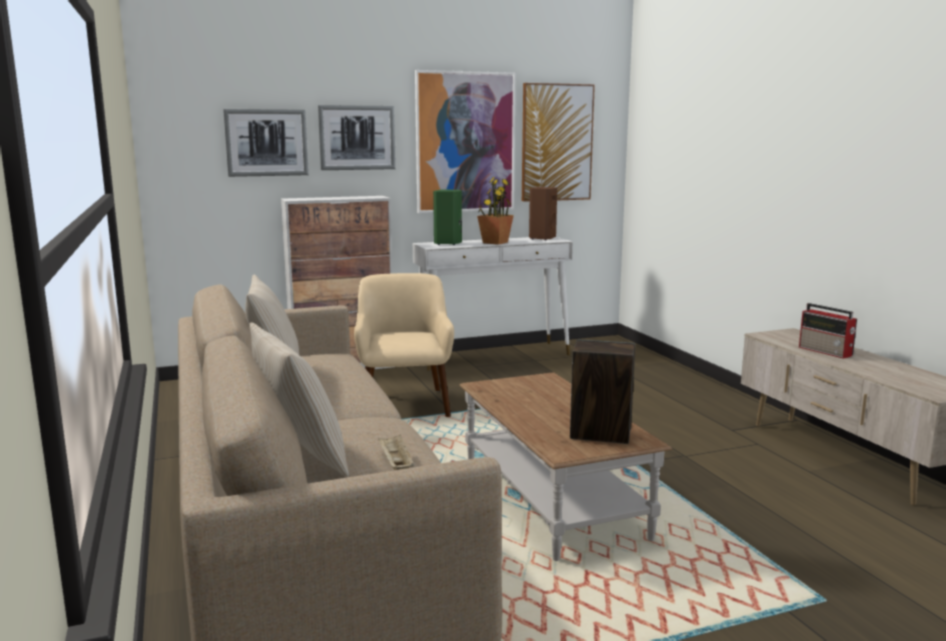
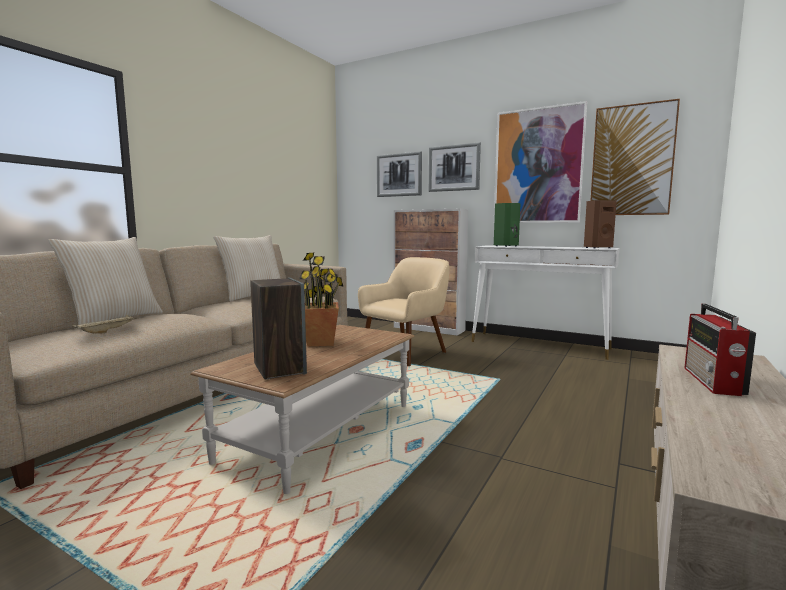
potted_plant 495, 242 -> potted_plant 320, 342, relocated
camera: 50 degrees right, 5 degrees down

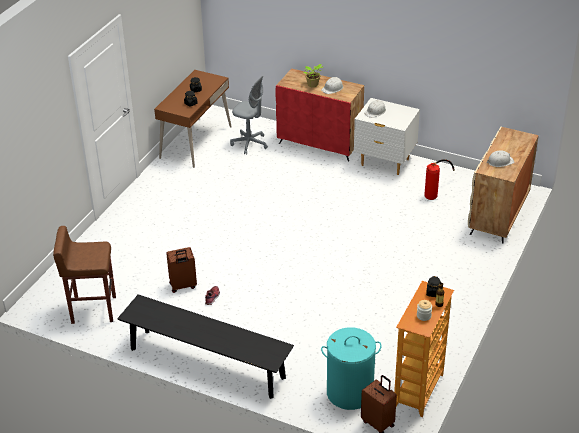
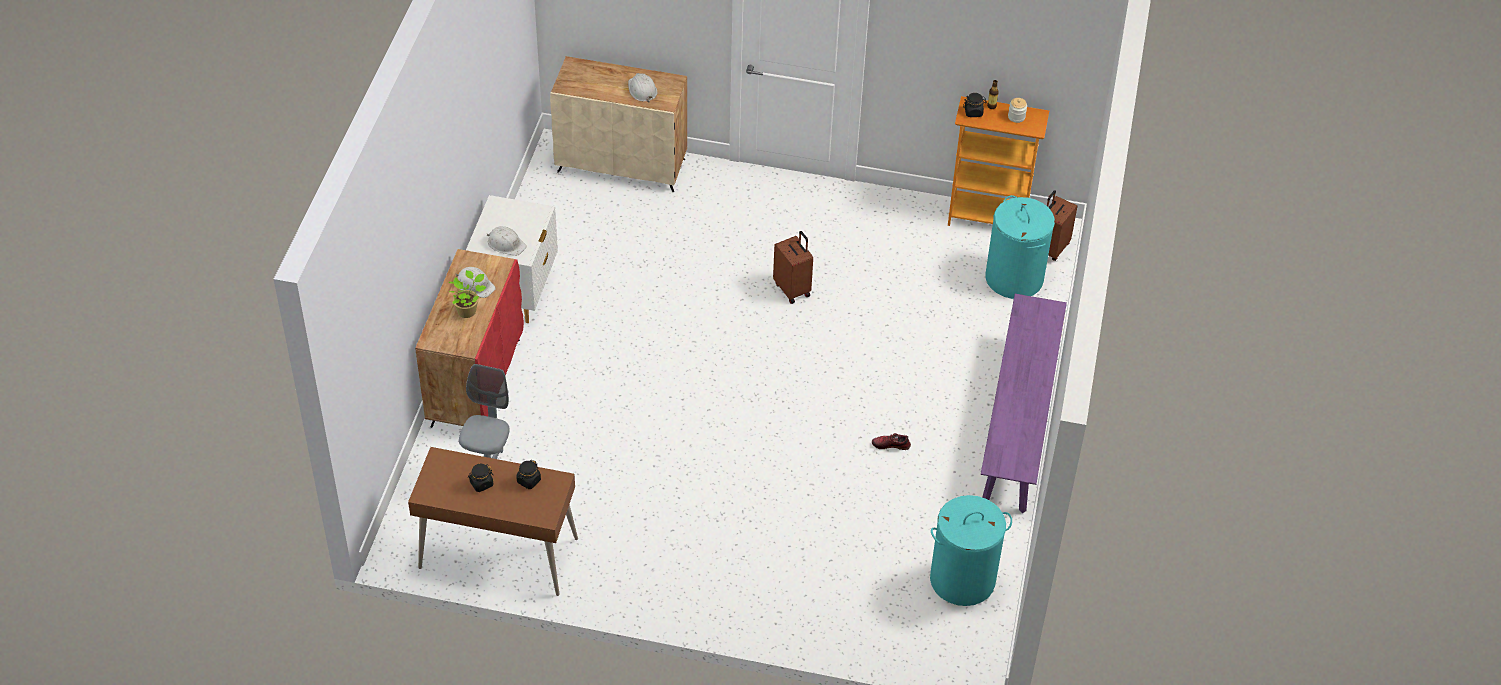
brown_stool 93, 309 -> turquoise_laundry_basket 962, 580
black_bench 207, 363 -> purple_bench 1018, 424
brown_suitcase 183, 286 -> brown_suitcase 793, 289, relocated
fire_extinguisher 435, 193 -> none
camera: 105 degrees left, 10 degrees up

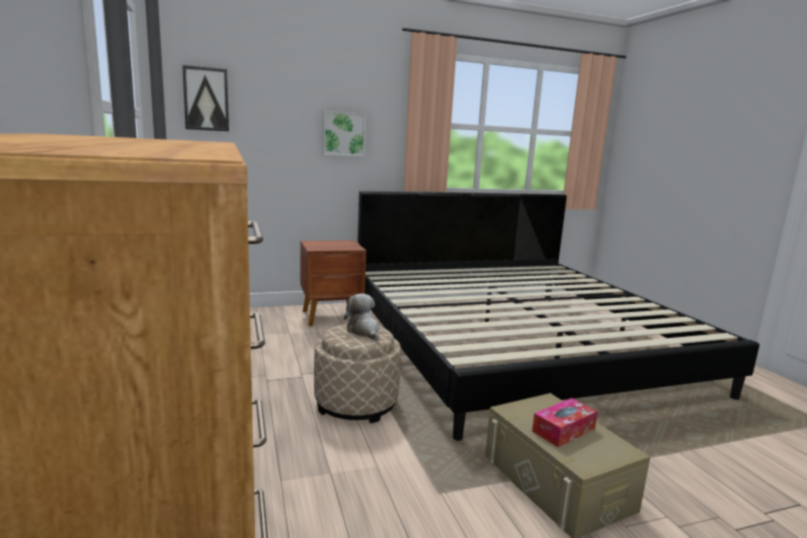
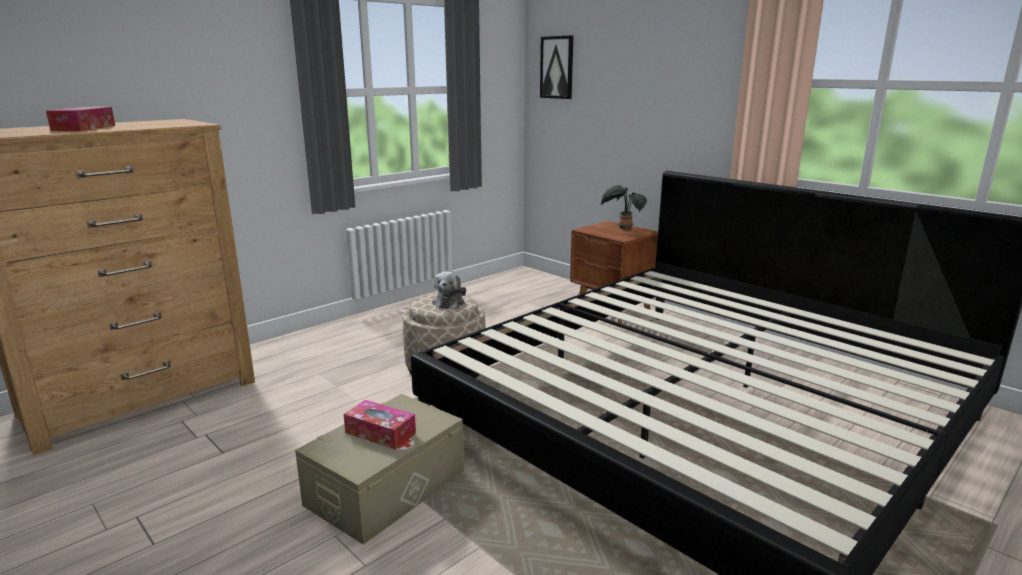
picture 343, 134 -> none
plush_toy 364, 331 -> plush_toy 449, 302, 150 degrees clockwise
none -> tissue_box 84, 128
none -> potted_plant 623, 228
camera: 65 degrees right, 5 degrees up

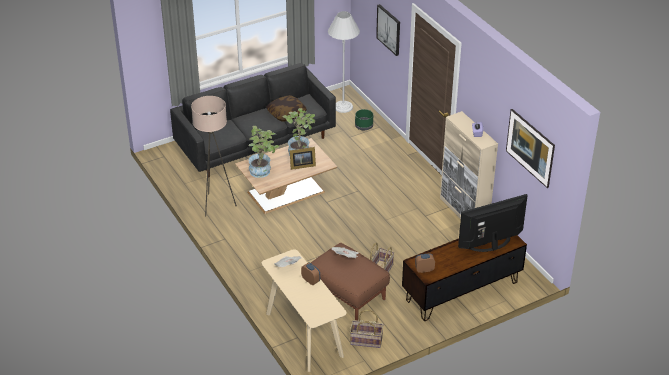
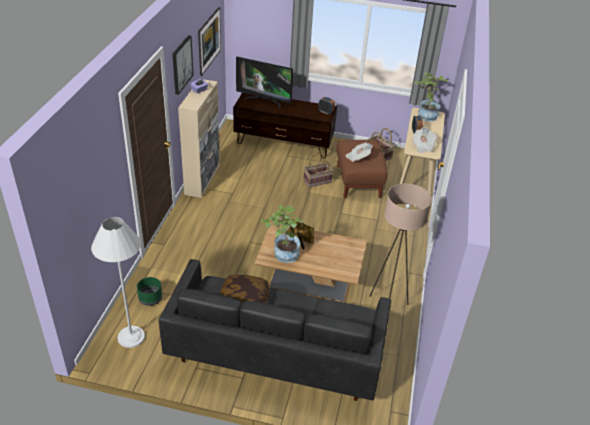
potted_plant 263, 171 -> potted_plant 425, 115, relocated
picture 389, 29 -> picture 181, 64, relocated
camera: 140 degrees left, 0 degrees up

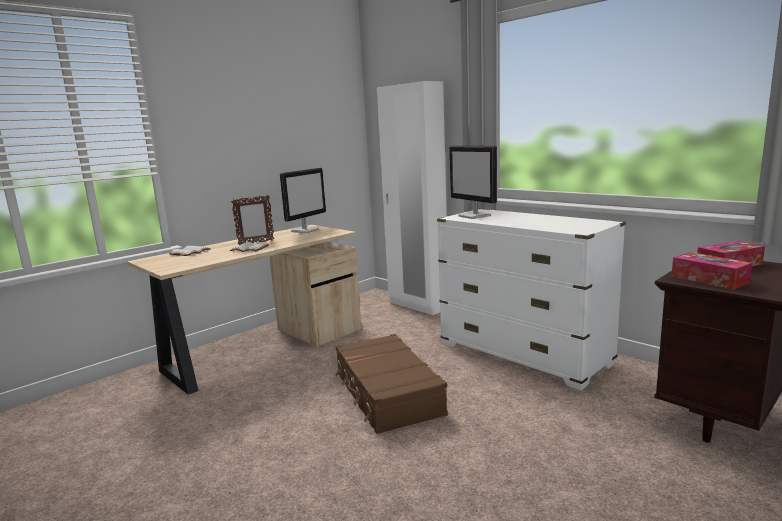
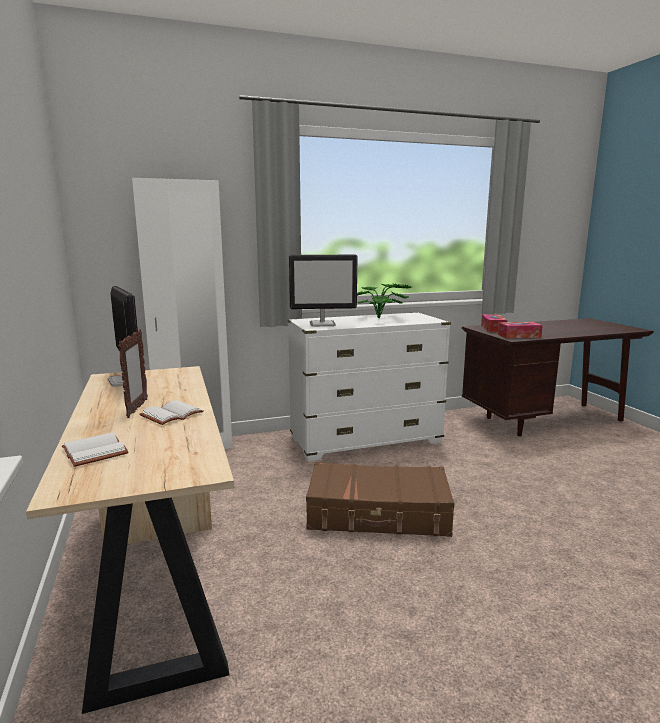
none -> potted_plant 382, 318
camera: 65 degrees left, 0 degrees up

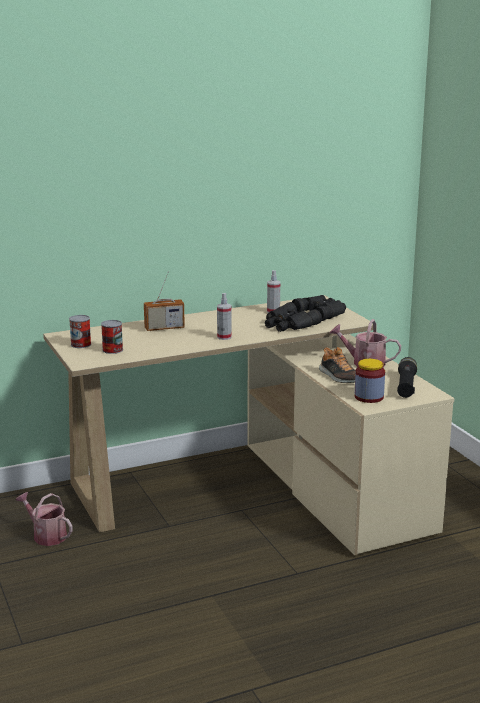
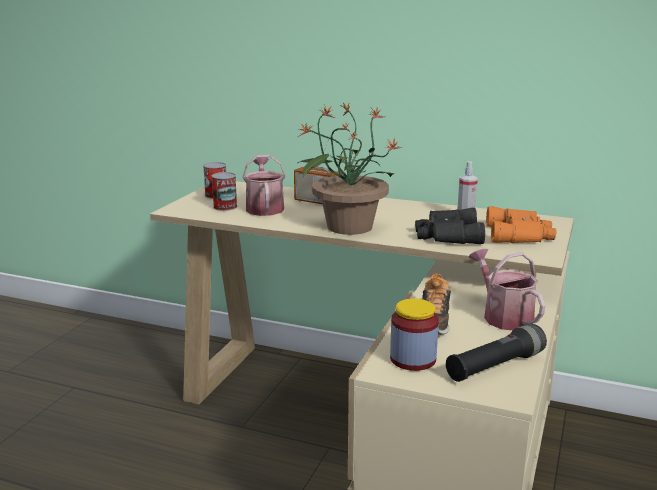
watering_can 46, 535 -> watering_can 264, 207, relocated
spray_bottle 224, 337 -> potted_plant 348, 226
black_binoculars 322, 313 -> orange_binoculars 520, 235
camera: 45 degrees right, 0 degrees up

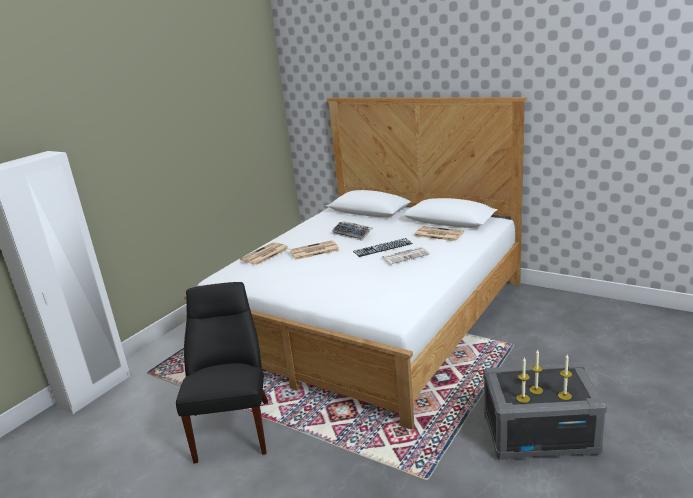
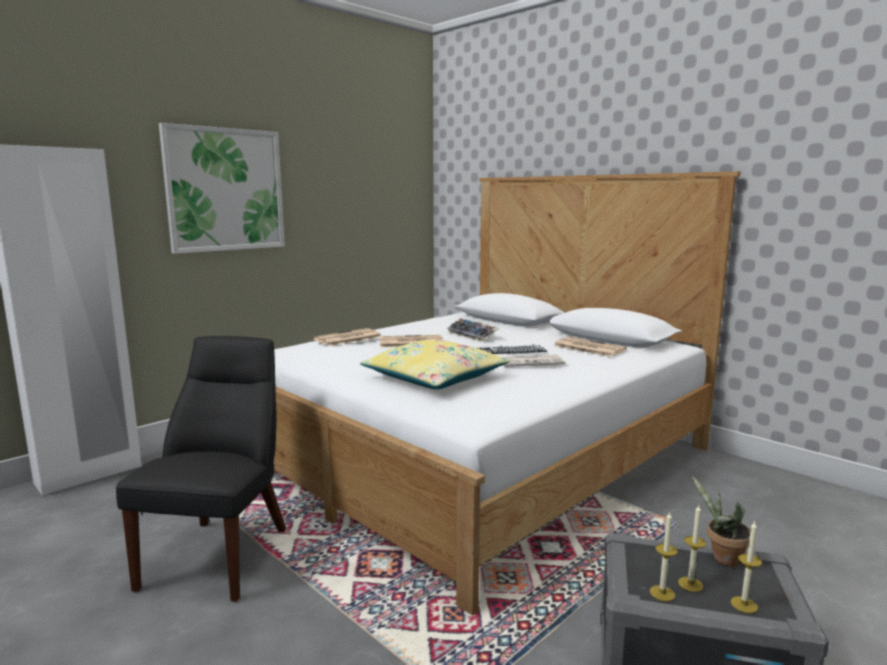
none -> picture 225, 190
none -> yellow_pillow 434, 378
none -> potted_plant 721, 558
camera: 10 degrees right, 10 degrees down

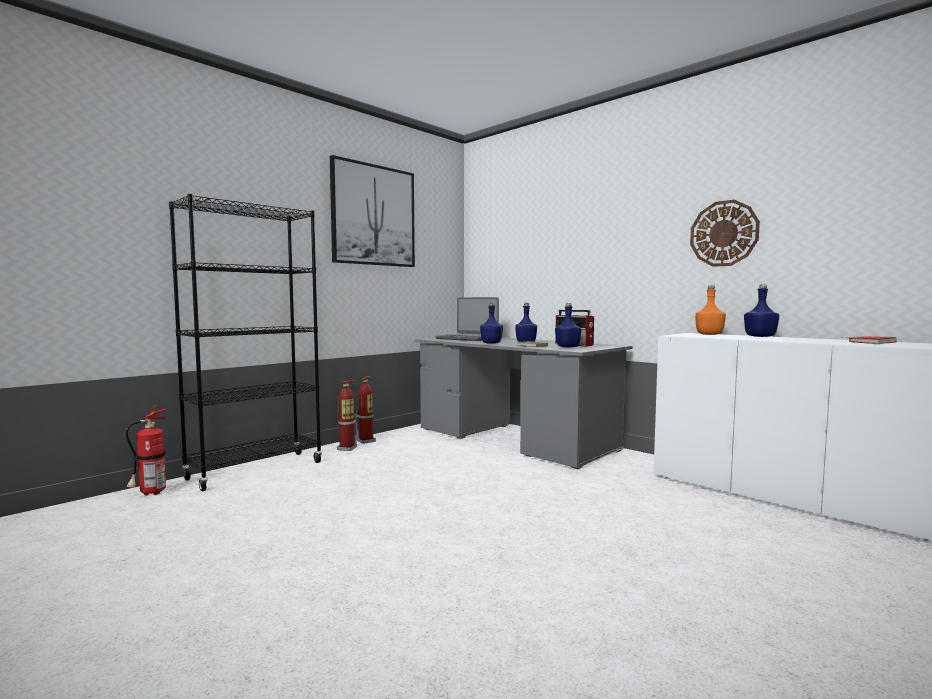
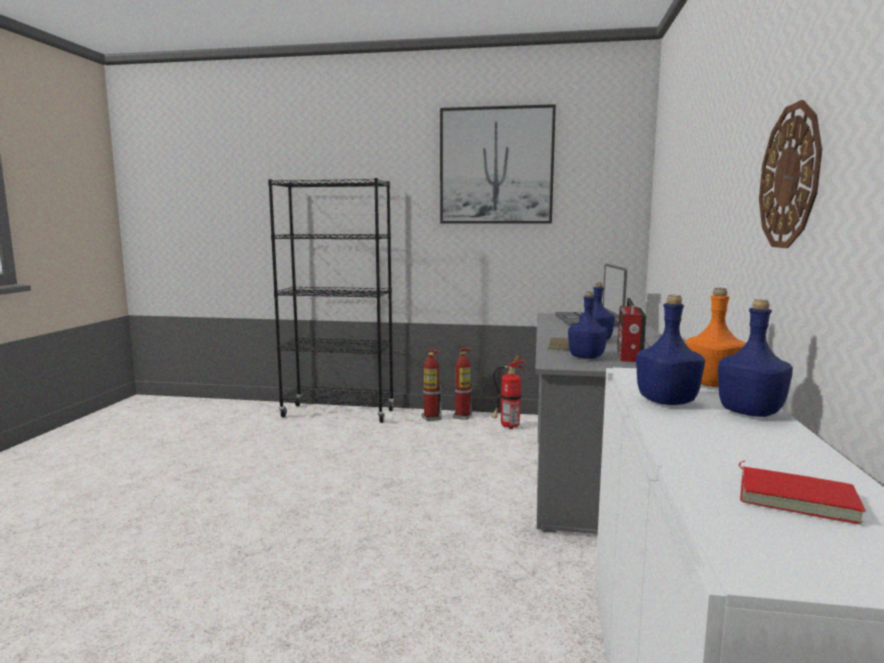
fire_extinguisher 150, 494 -> fire_extinguisher 507, 427, relocated
blue_bottle 491, 343 -> blue_bottle 665, 401, relocated
camera: 55 degrees right, 5 degrees up

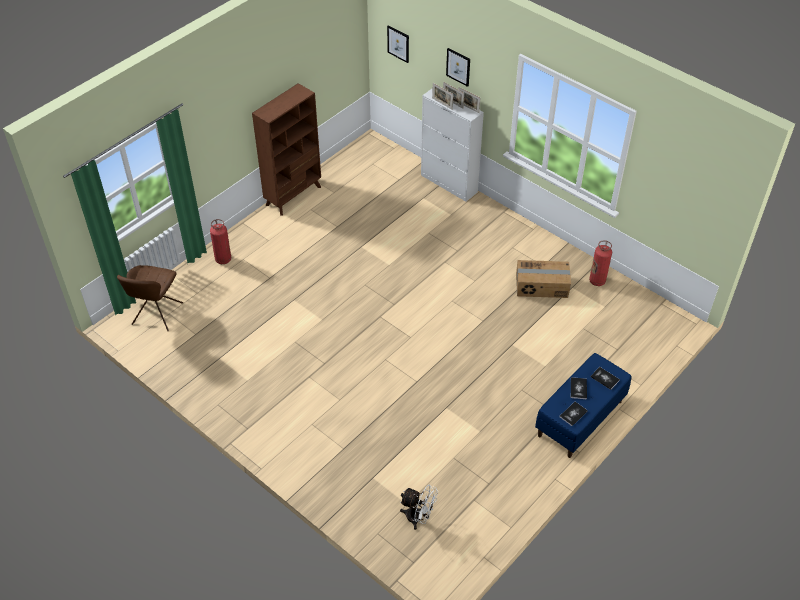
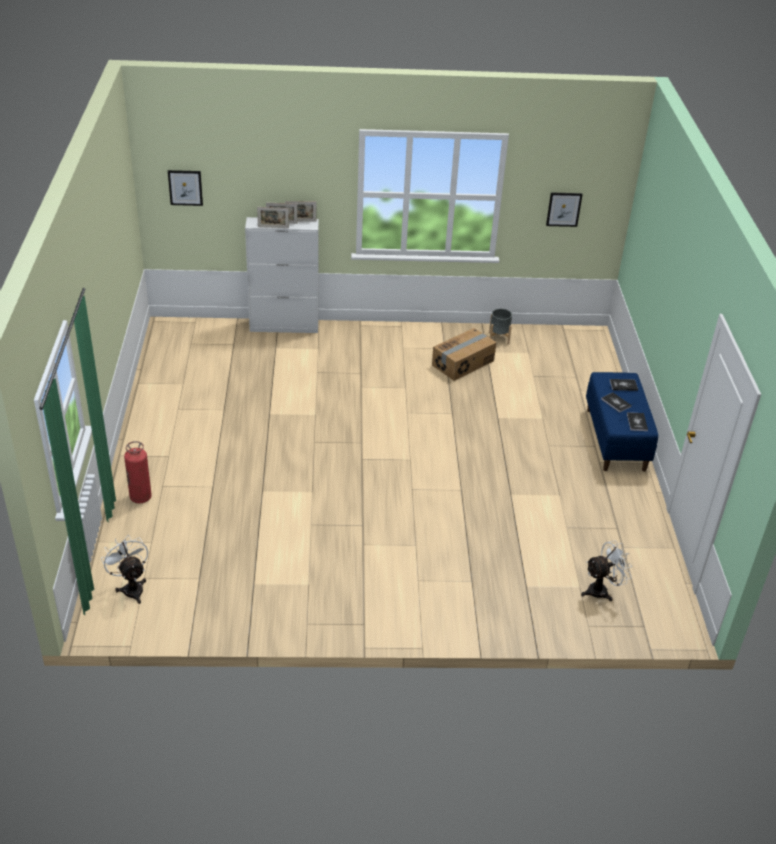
brown_chair 156, 315 -> white_fan 131, 587
brown_bookcase 294, 195 -> none
picture 458, 67 -> picture 564, 209, relocated
fire_extinguisher 597, 281 -> grey_planter 499, 338
camera: 45 degrees left, 10 degrees down

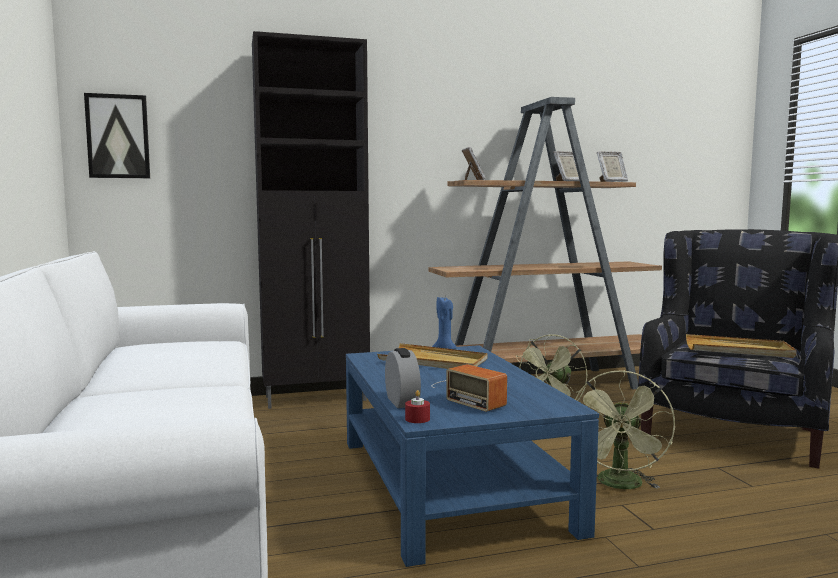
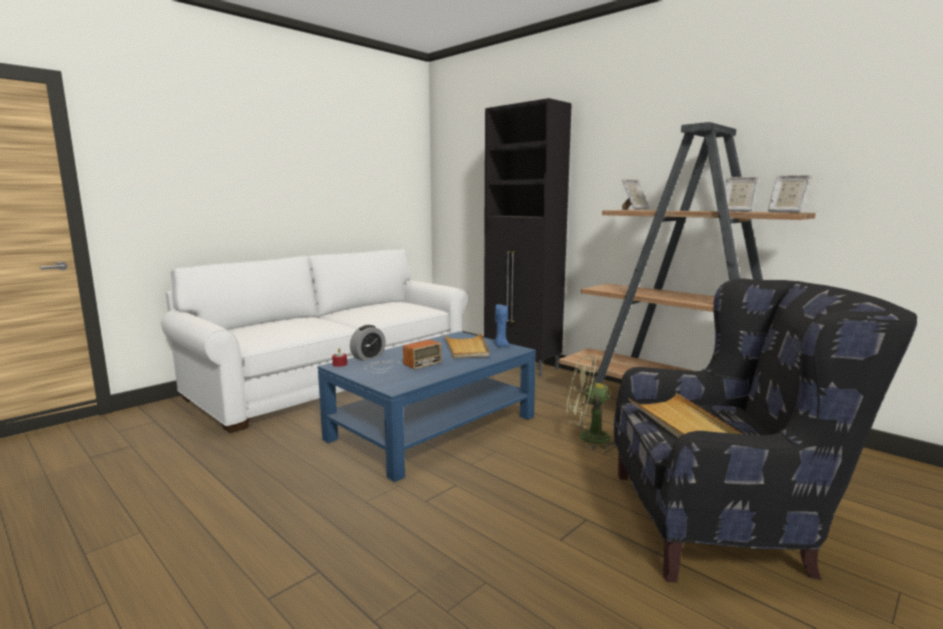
picture 118, 136 -> none
radio 468, 394 -> radio 399, 365, 150 degrees counterclockwise
green_fan 621, 485 -> none
camera: 60 degrees right, 5 degrees up

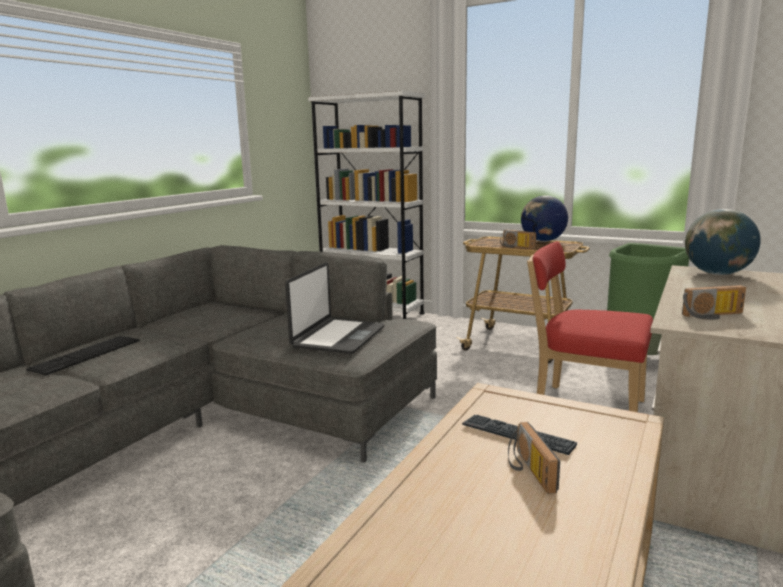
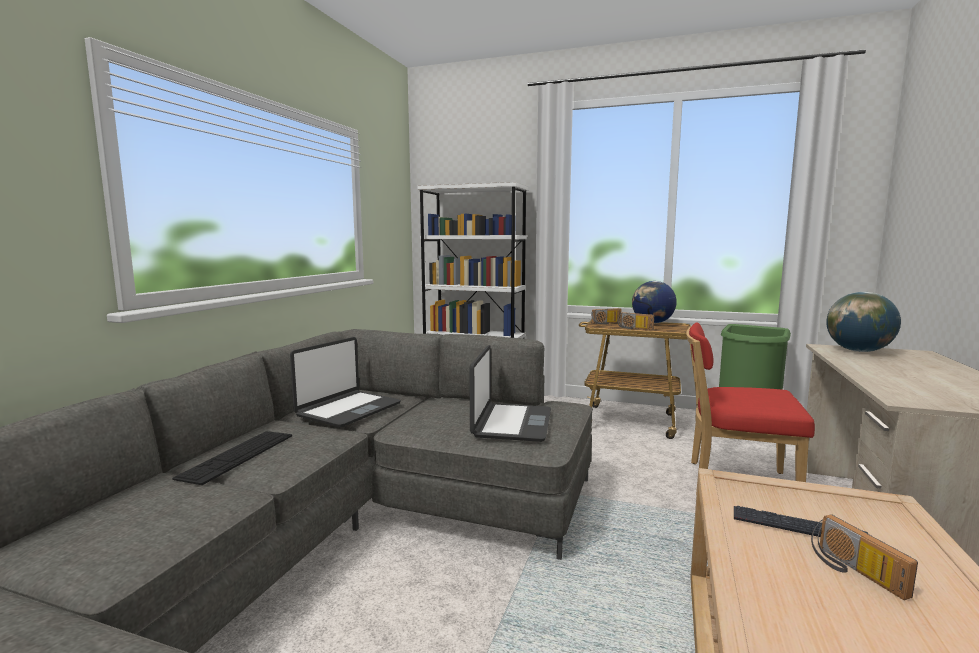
radio 714, 316 -> radio 606, 323, relocated
none -> laptop 348, 410
camera: 10 degrees left, 5 degrees down

